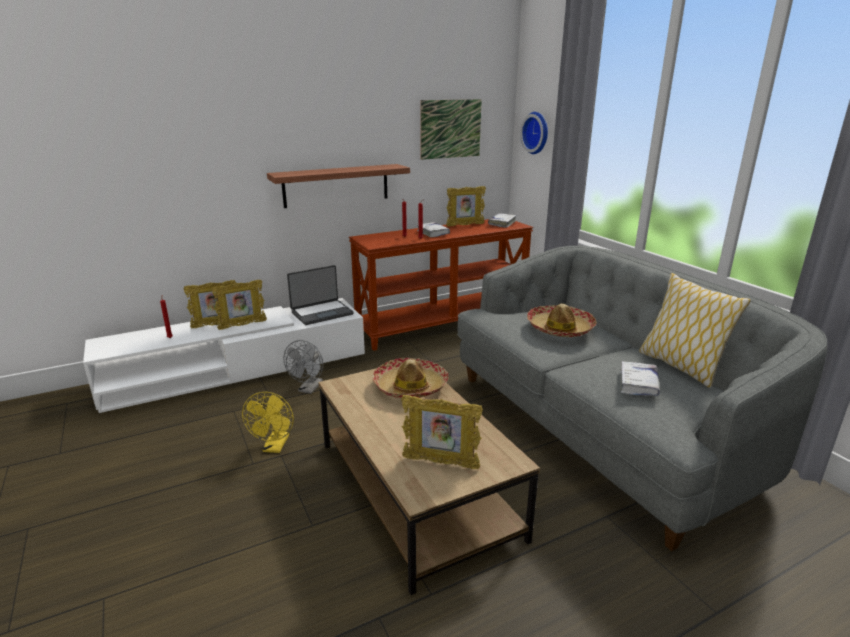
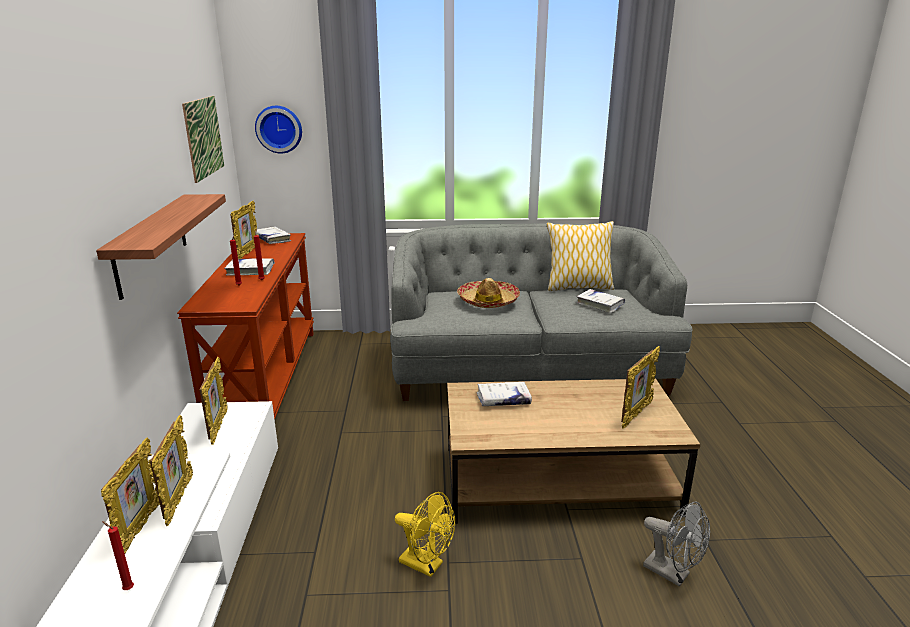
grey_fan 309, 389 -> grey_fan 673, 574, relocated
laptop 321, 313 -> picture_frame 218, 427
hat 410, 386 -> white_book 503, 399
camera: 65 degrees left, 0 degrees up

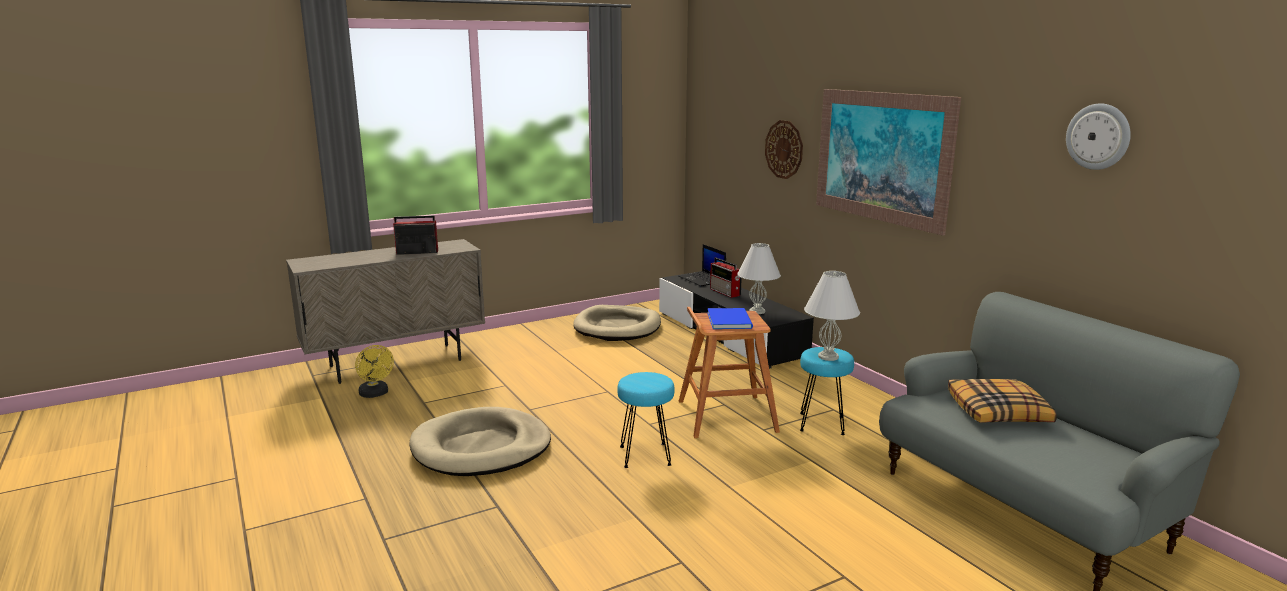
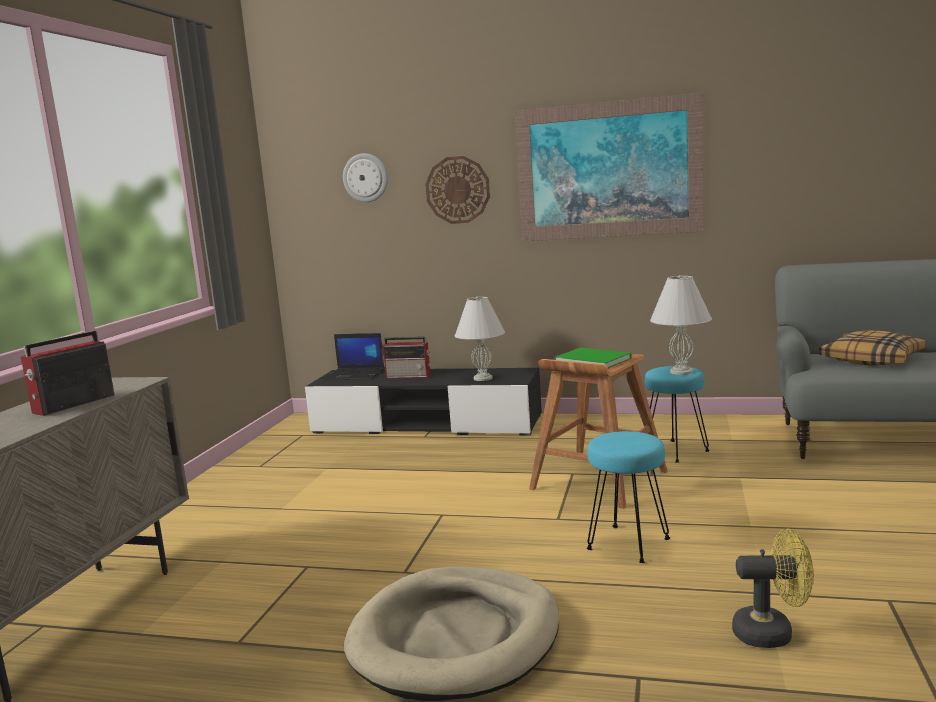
yellow_fan 375, 394 -> yellow_fan 772, 633, relocated
beige_dog_bed 618, 327 -> none
blue_book 730, 320 -> green_book 592, 360
wall_clock 1098, 136 -> wall_clock 365, 177, relocated
camera: 45 degrees left, 5 degrees down

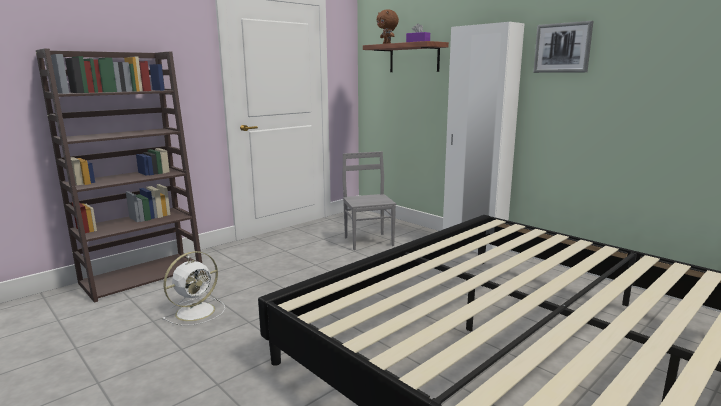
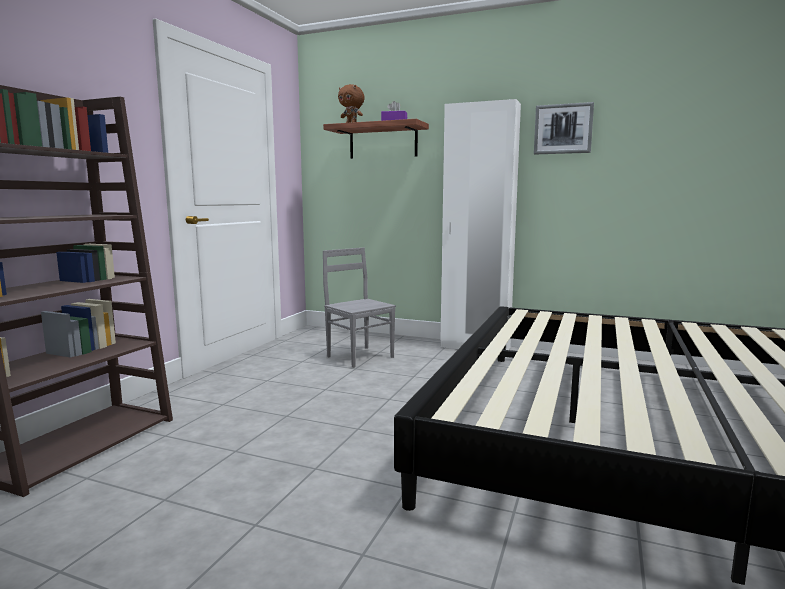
white_fan 197, 311 -> none
camera: 25 degrees left, 5 degrees down

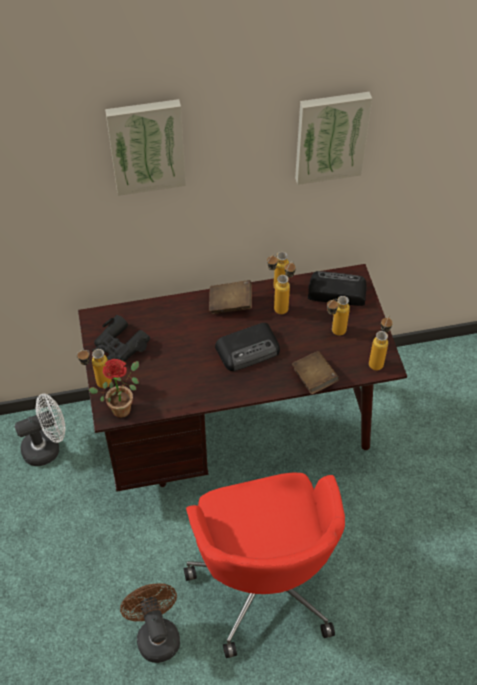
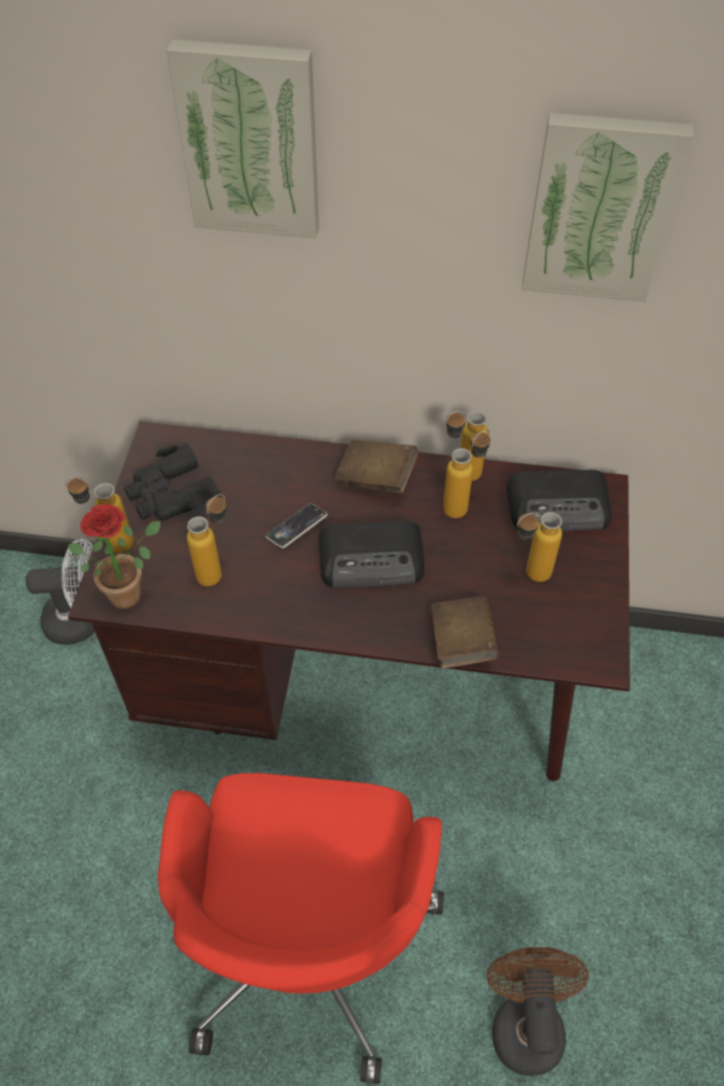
brown_fan 156, 634 -> brown_fan 525, 1021, relocated
radio 336, 291 -> radio 559, 506, 150 degrees clockwise
bottle 377, 360 -> bottle 217, 569, relocated
none -> phone 296, 528
camera: 20 degrees right, 0 degrees up

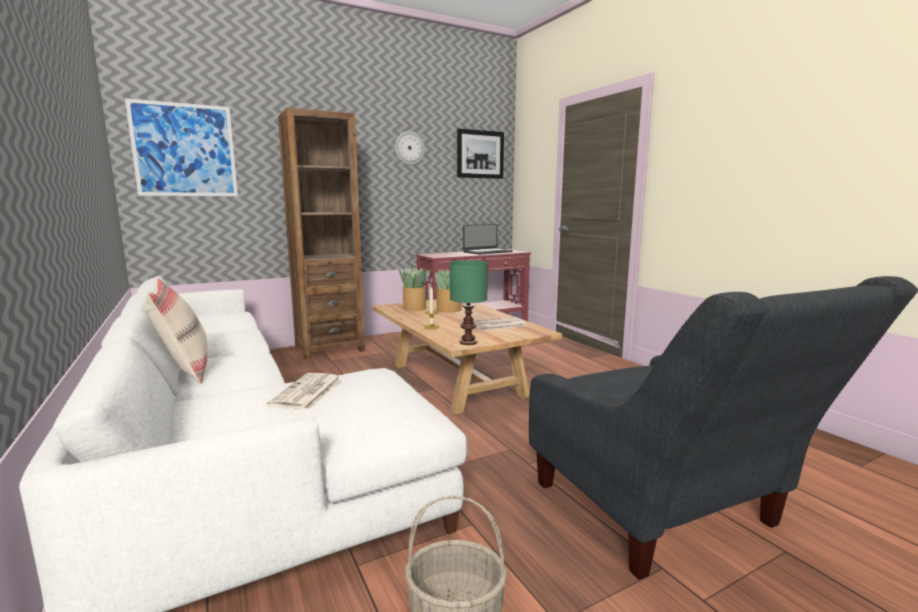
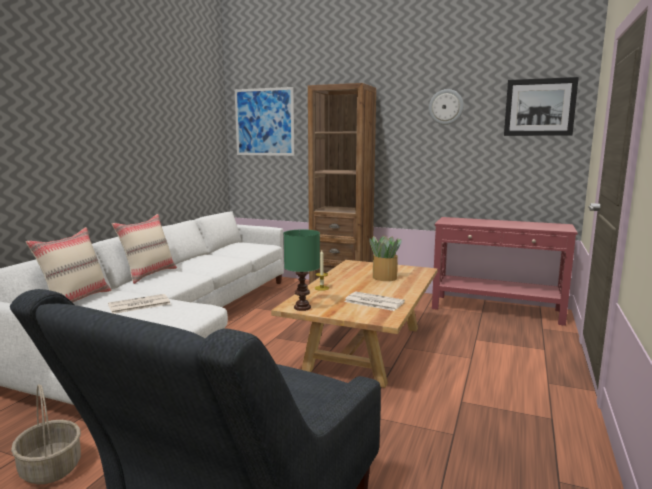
potted_plant 414, 308 -> none
laptop 487, 252 -> none
none -> beige_pillow 76, 300
camera: 50 degrees right, 0 degrees up

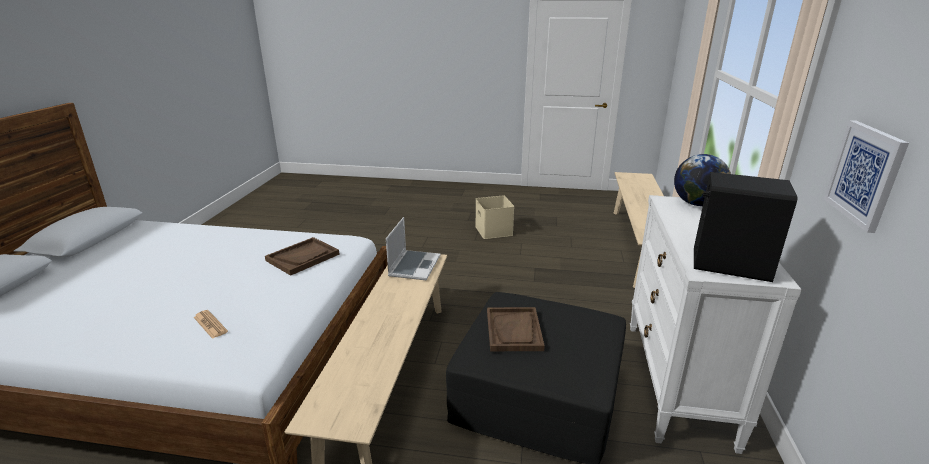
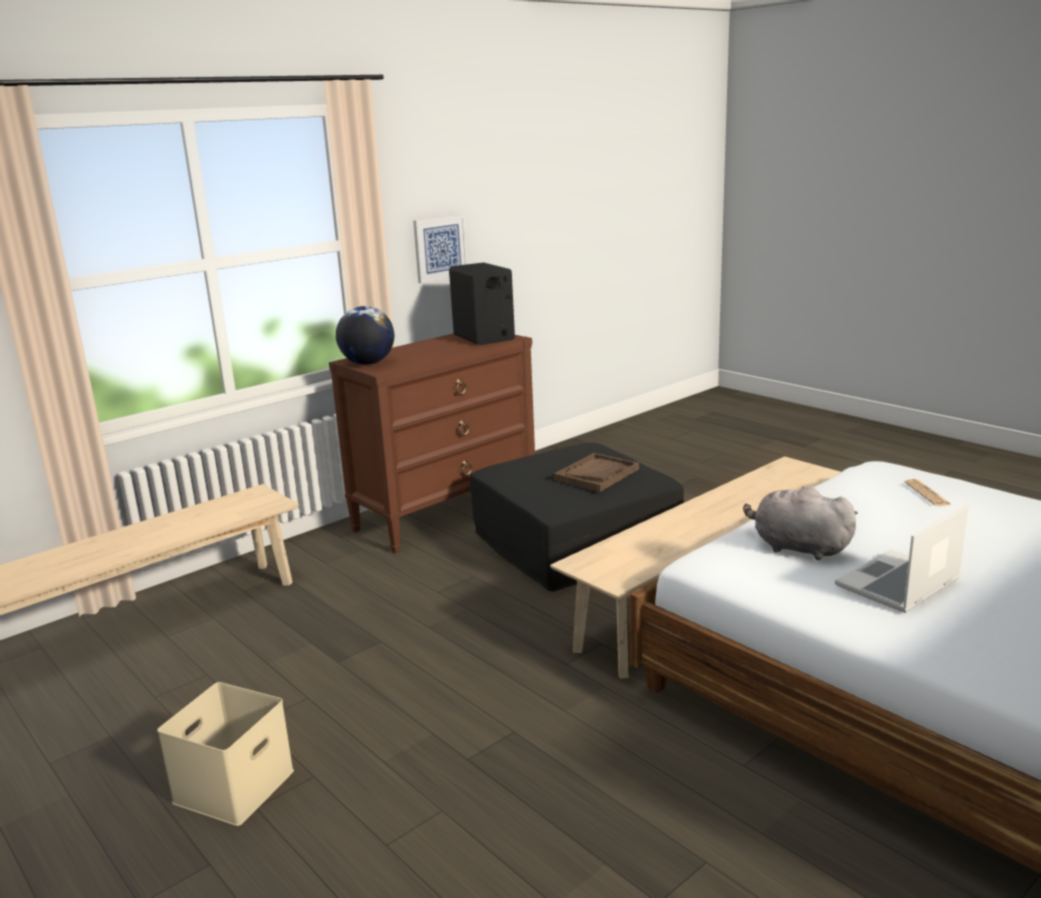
brown_tray 303, 257 -> grey_plush_toy 797, 548
laptop 414, 266 -> laptop 898, 585, relocated
white_dresser 678, 382 -> brown_dresser 446, 513
camera: 140 degrees left, 5 degrees down

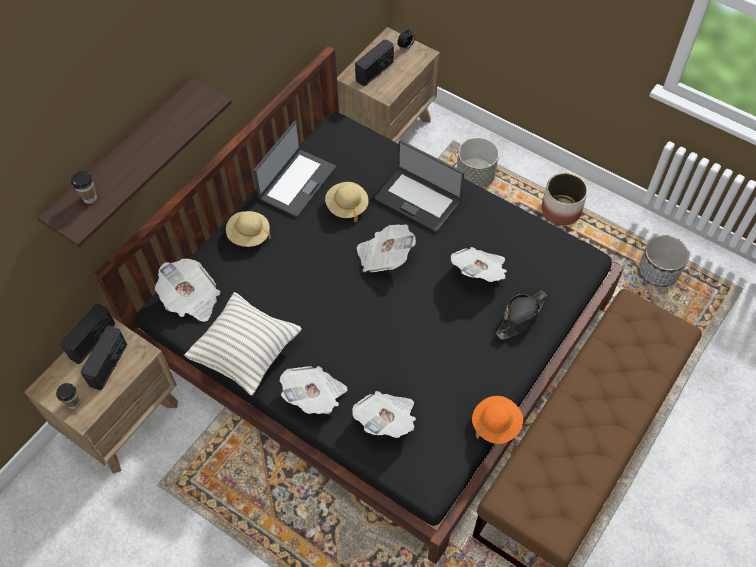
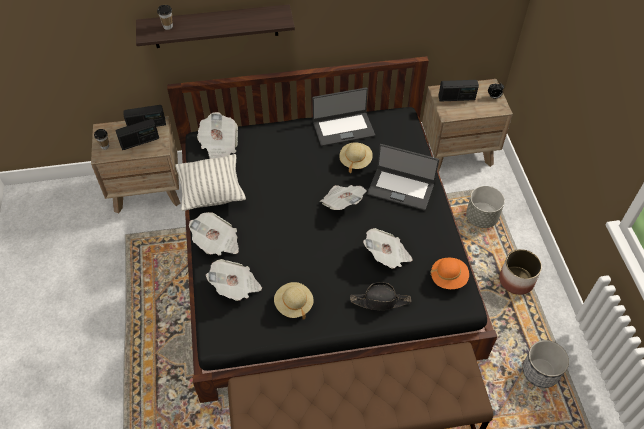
beige_hat 249, 235 -> beige_hat 293, 304, relocated
laptop 418, 199 -> laptop 401, 188, 60 degrees counterclockwise
orange_hat 496, 424 -> orange_hat 448, 278, relocated
camera: 45 degrees right, 5 degrees down

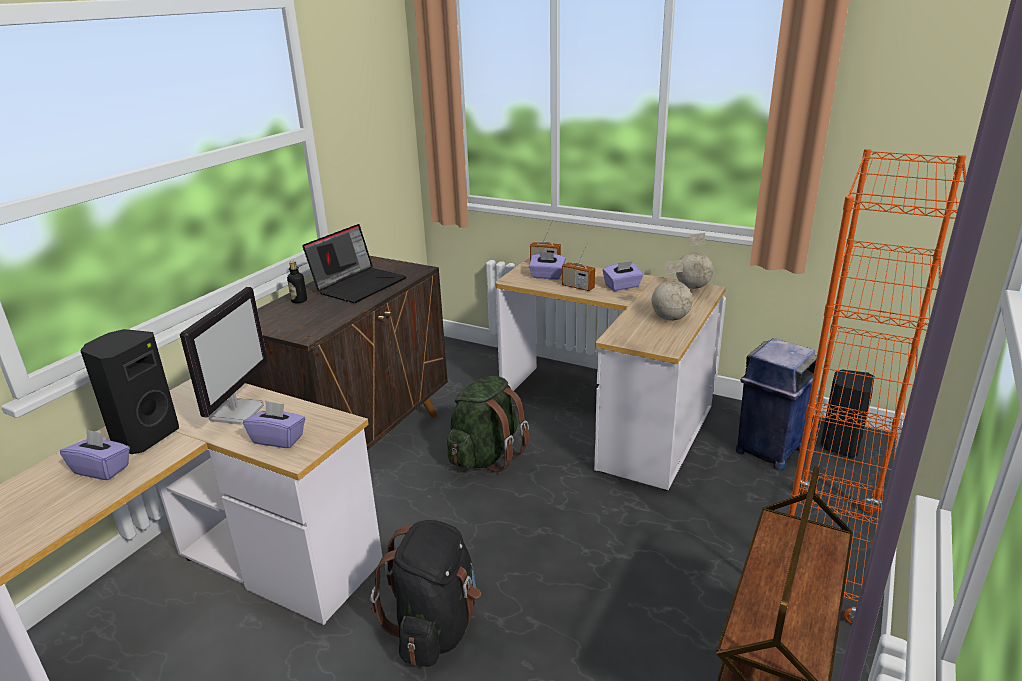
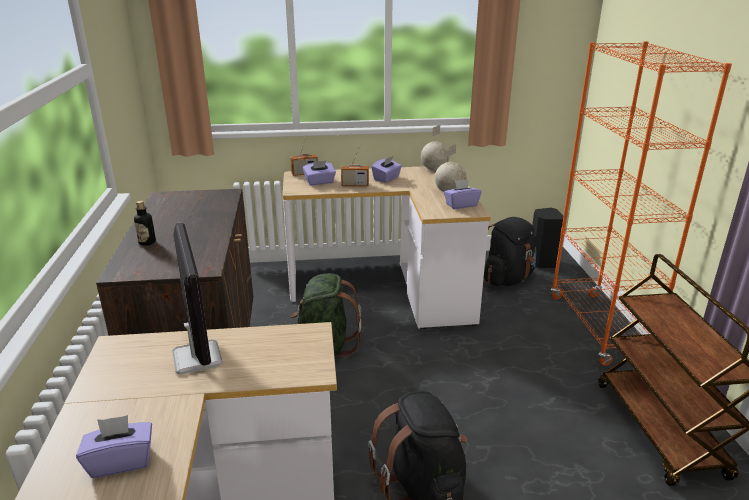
black_speaker 144, 437 -> none
purple_tissue_box 278, 439 -> purple_tissue_box 461, 205, relocated
laptop 359, 285 -> none
blue_trash_can 767, 450 -> black_backpack 507, 279
camera: 35 degrees left, 0 degrees up

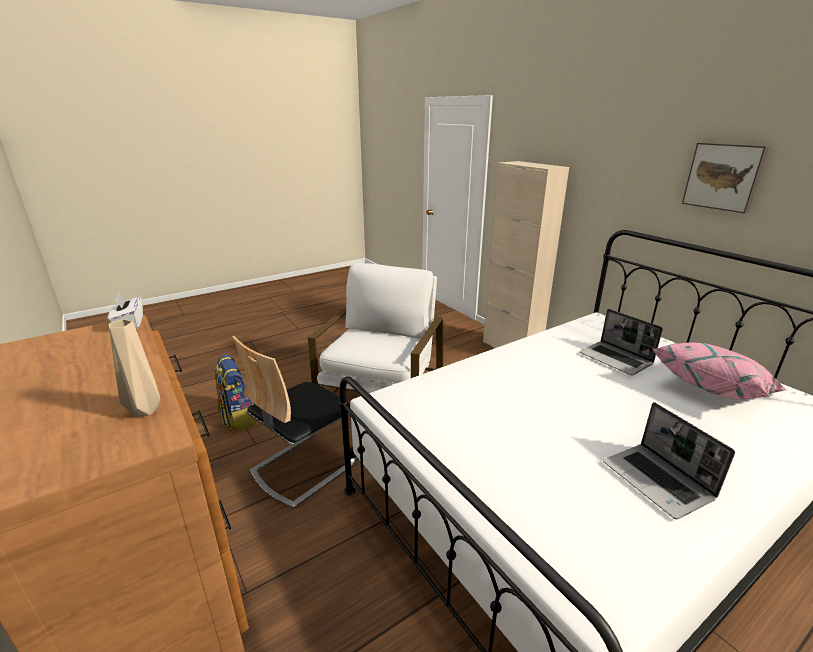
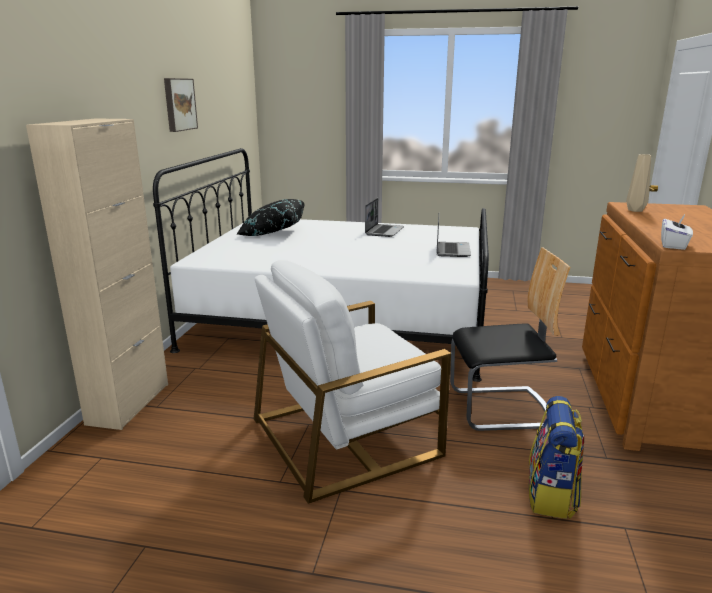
laptop 616, 359 -> laptop 452, 250, relocated
pink_pillow 713, 389 -> black_pillow 272, 232
camera: 135 degrees left, 5 degrees down

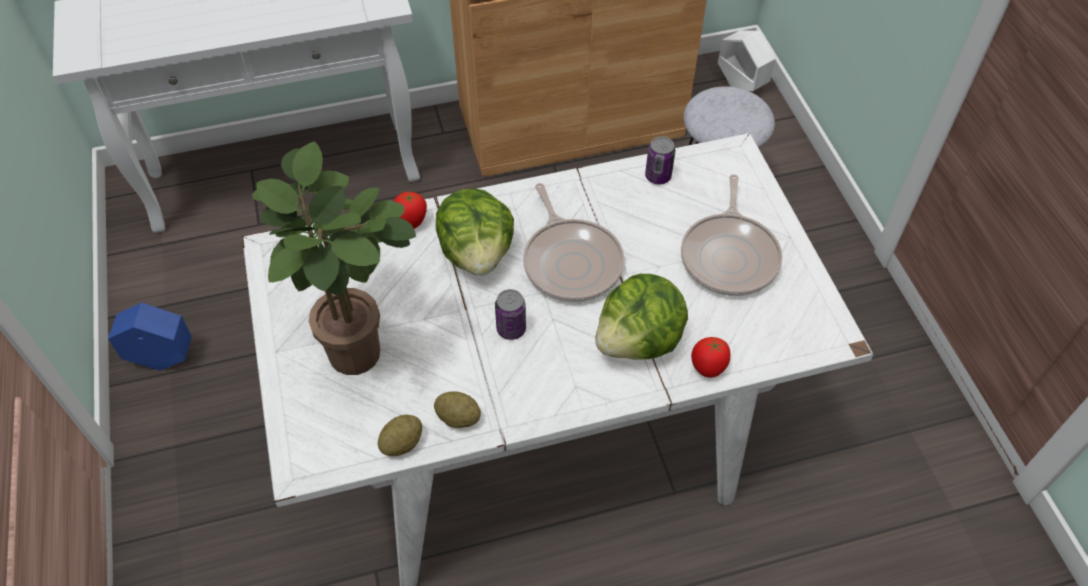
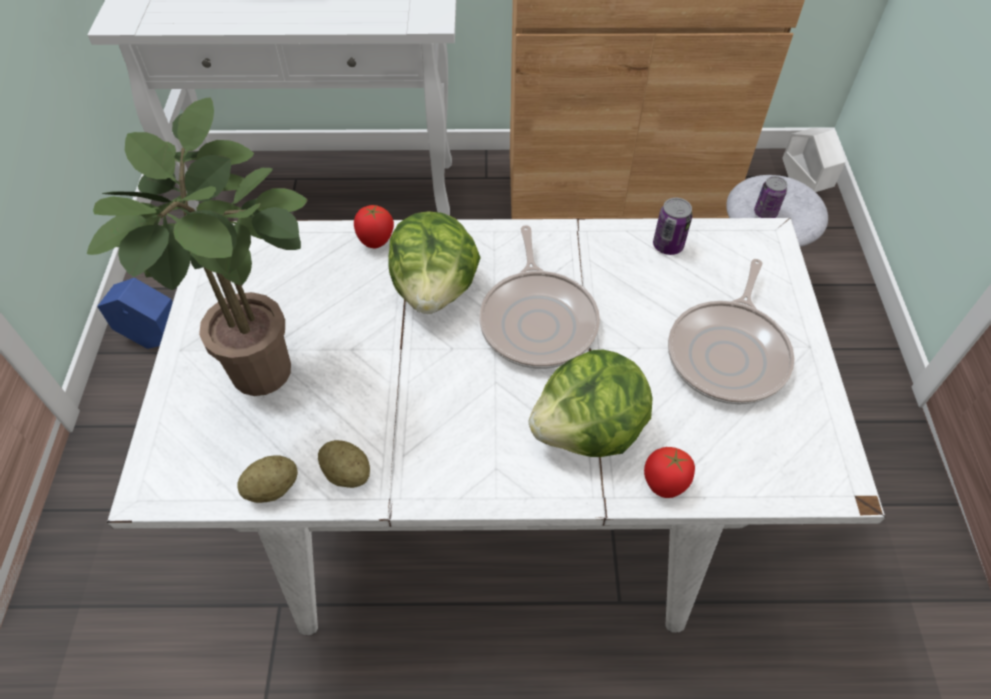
can 511, 329 -> can 765, 213, relocated
camera: 15 degrees right, 0 degrees up

